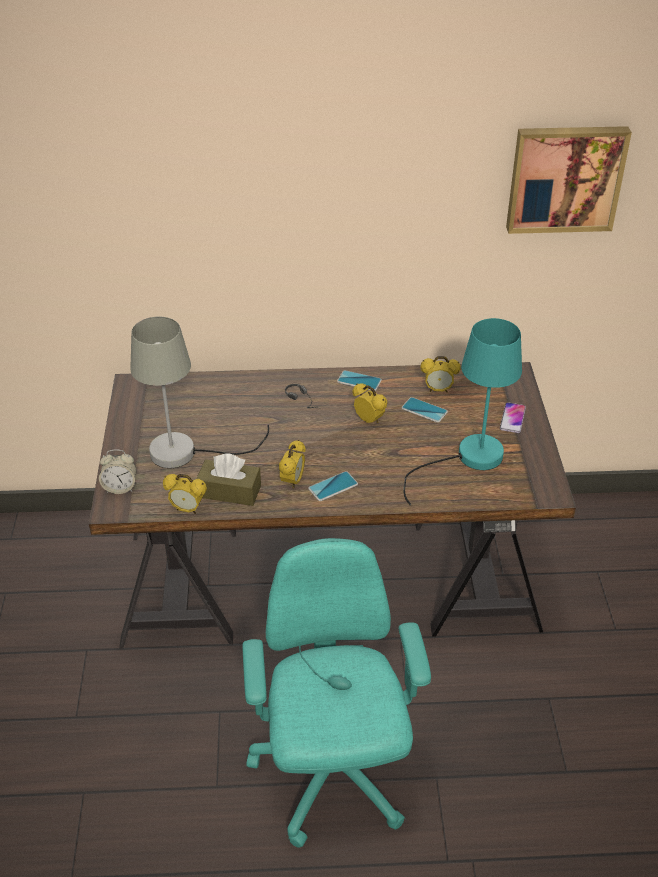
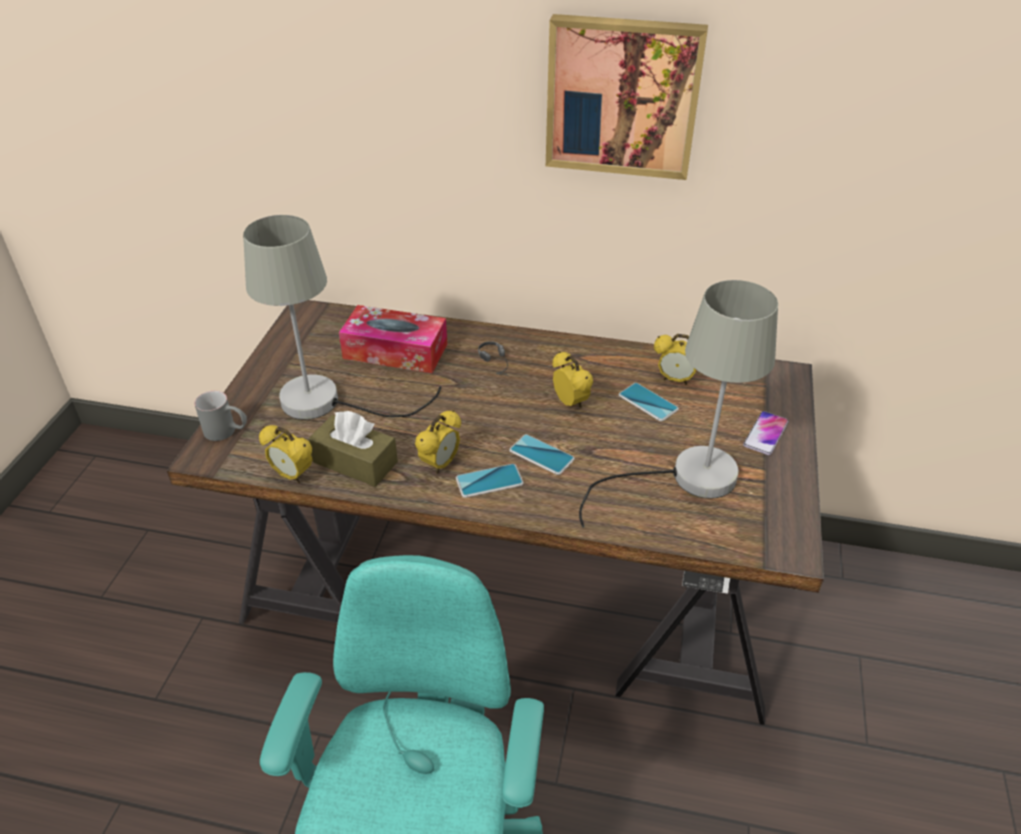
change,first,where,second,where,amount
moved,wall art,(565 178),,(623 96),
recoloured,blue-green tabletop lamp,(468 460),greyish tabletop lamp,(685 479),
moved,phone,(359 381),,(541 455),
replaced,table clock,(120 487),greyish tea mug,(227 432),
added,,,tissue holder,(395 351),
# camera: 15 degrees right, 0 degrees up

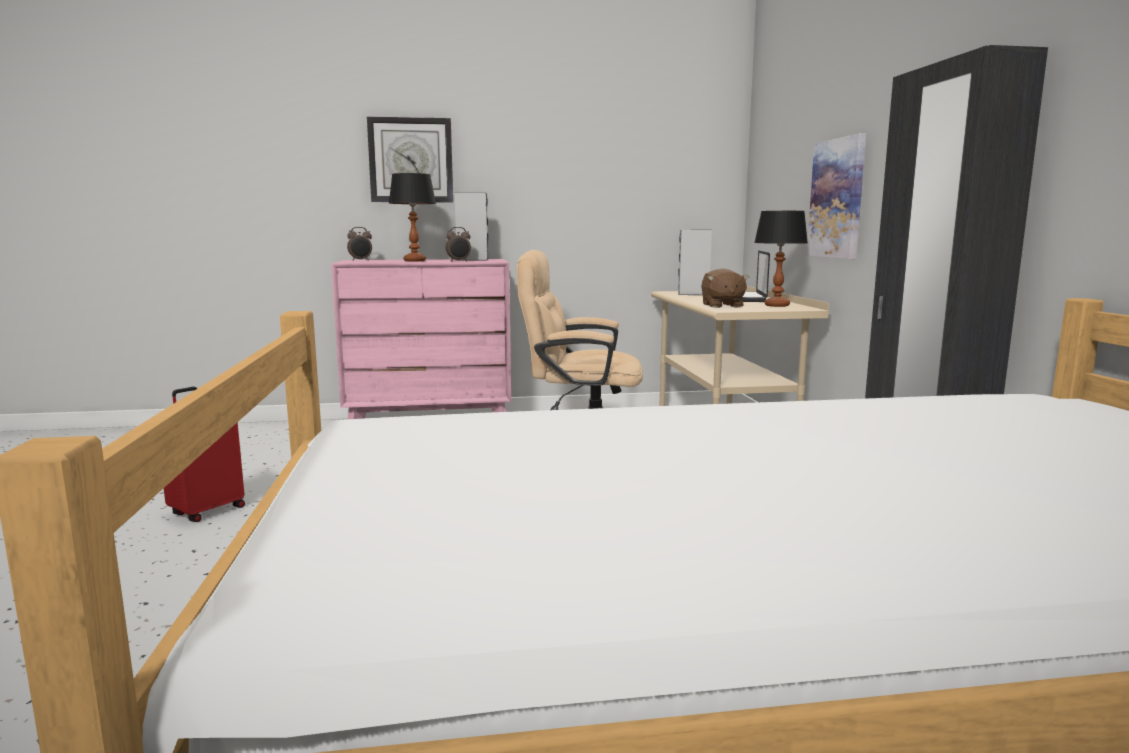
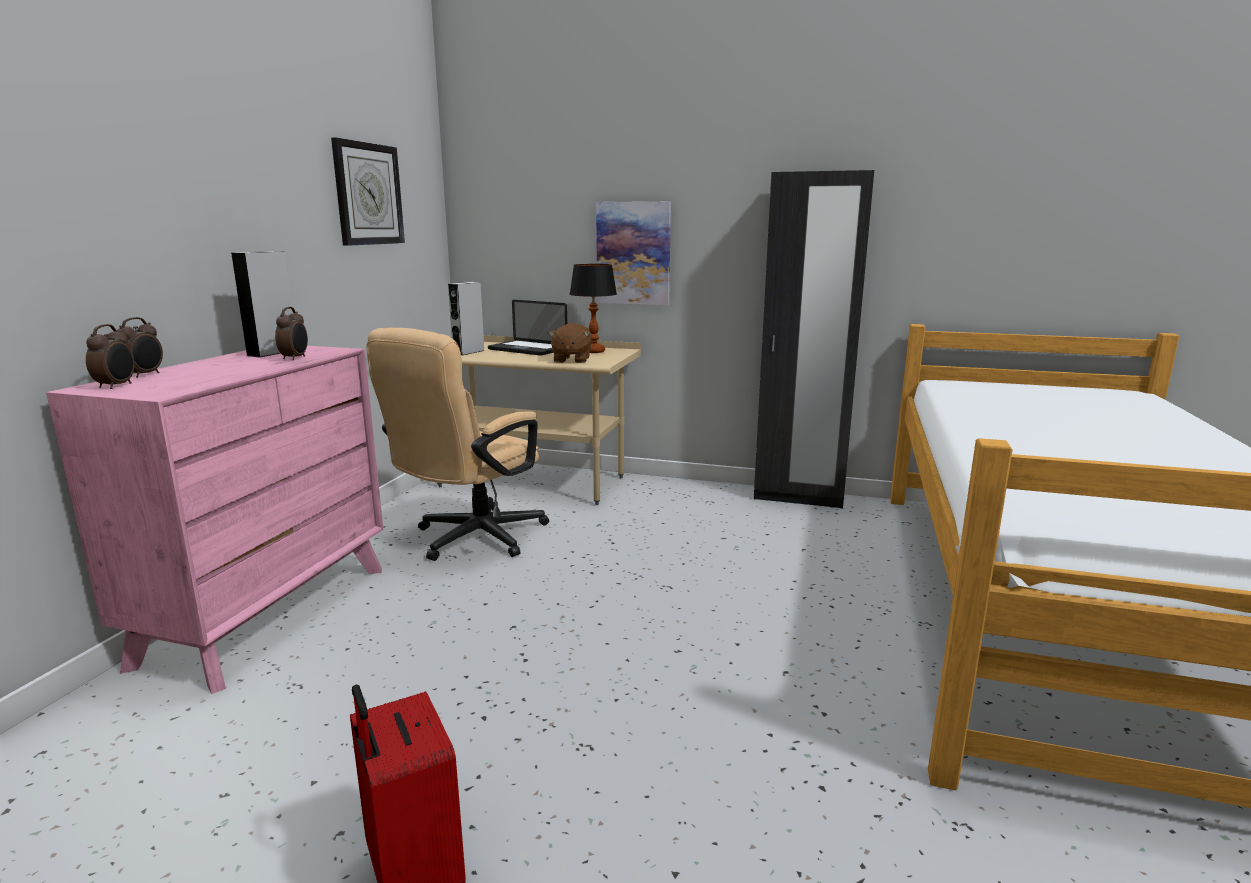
change,first,where,second,where,amount
moved,hanging clock,(411 160),,(368 194),
removed,tabletop lamp,(415 261),,,
turned,brownish cuddly toy,(722 306),,(571 360),75 degrees clockwise
added,,,table clock,(145 375),
# camera: 65 degrees left, 5 degrees up

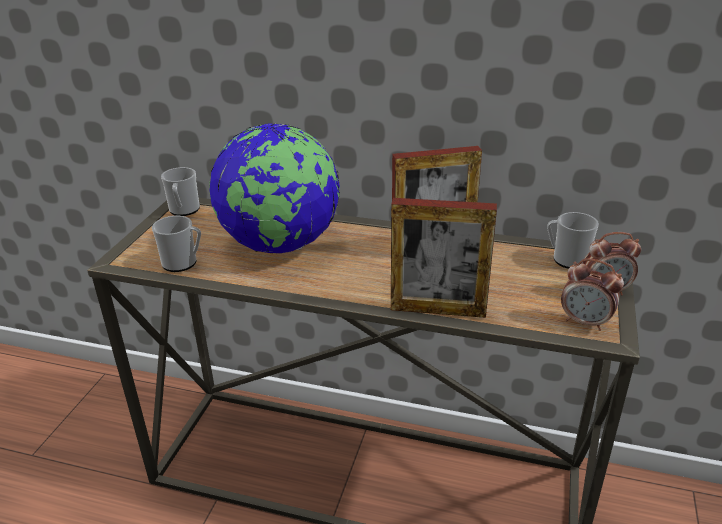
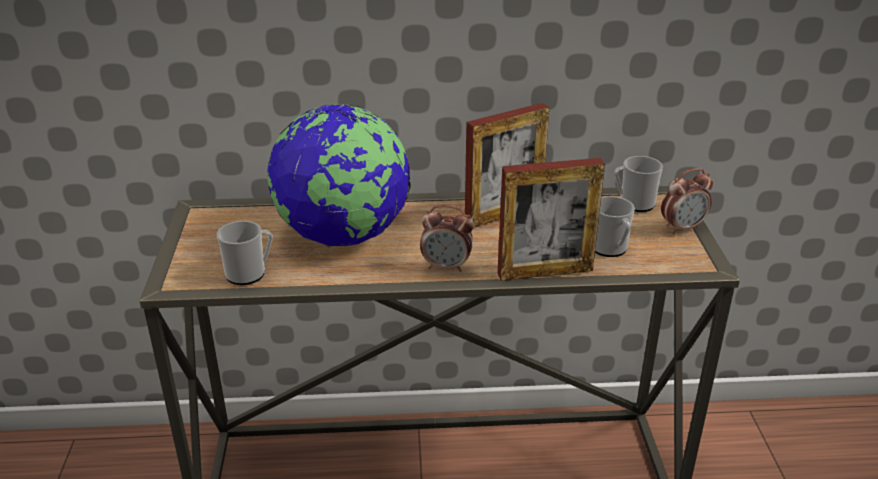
change,first,where,second,where,amount
moved,tea mug,(183 211),,(610 249),
moved,table clock,(585 322),,(446 266),
# camera: 20 degrees left, 0 degrees up

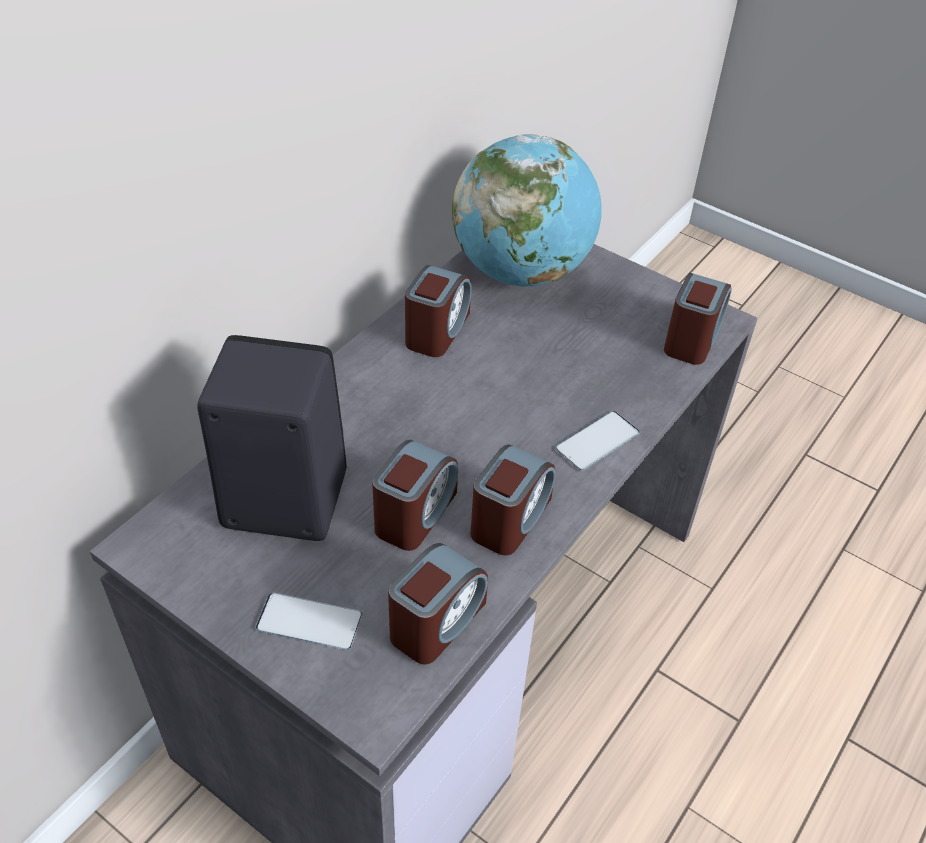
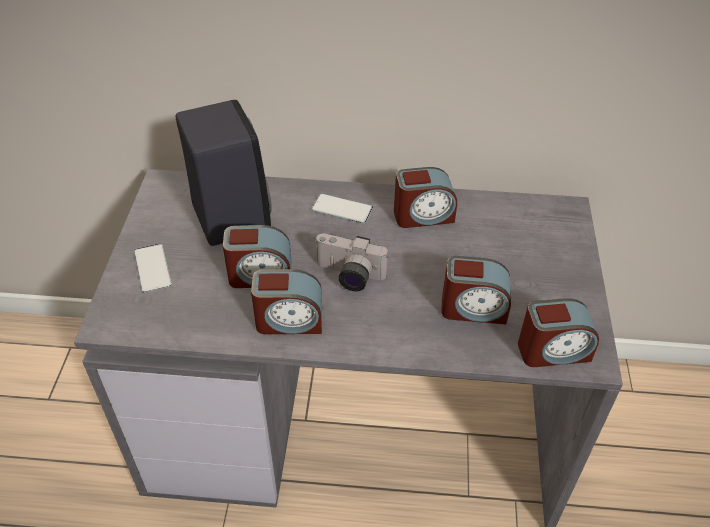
change,first,where,second,where,amount
removed,globe,(522 271),,,
moved,phone,(597 441),,(342 209),
moved,table clock,(436 621),,(473 308),
added,,,still camera,(348 276),
# camera: 60 degrees right, 0 degrees up

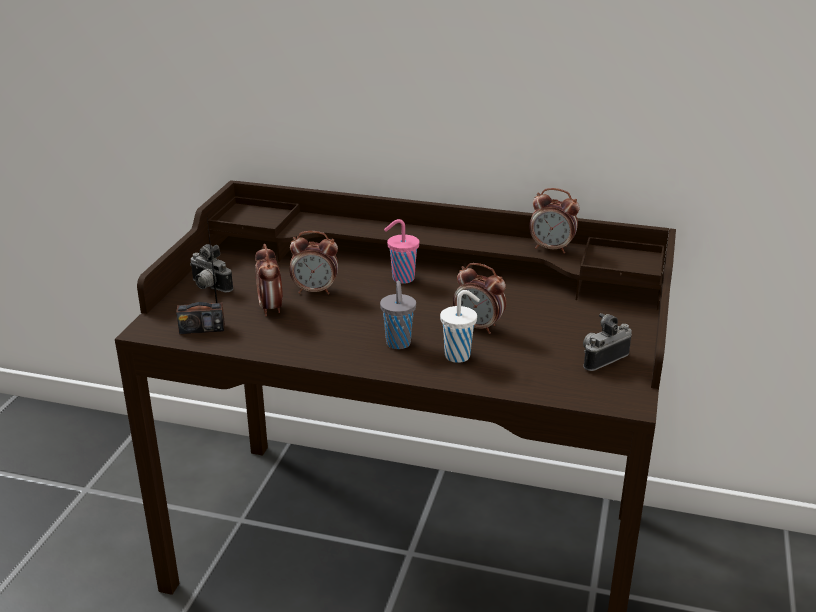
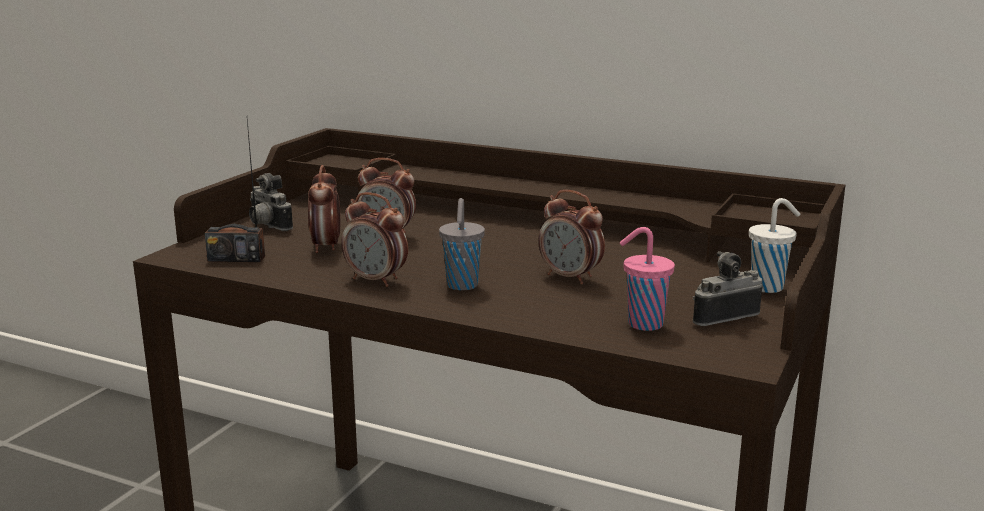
change,first,where,second,where,amount
moved,table clock,(551 248),,(376 280),
moved,pinkish cup,(401 278),,(643 324),
moved,whitish cup,(459 356),,(769 287),
# camera: 10 degrees right, 10 degrees down

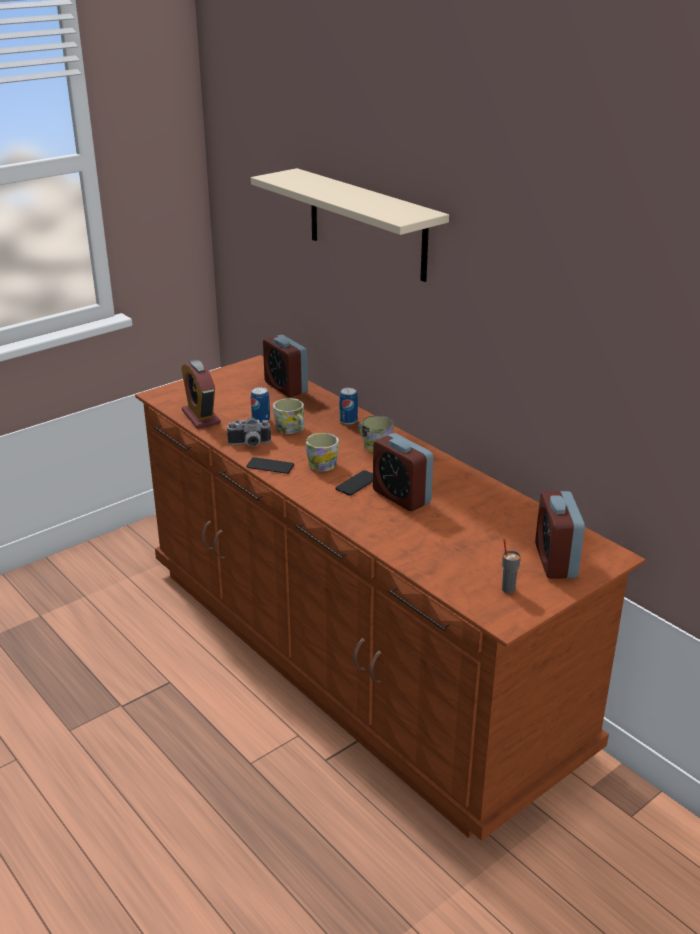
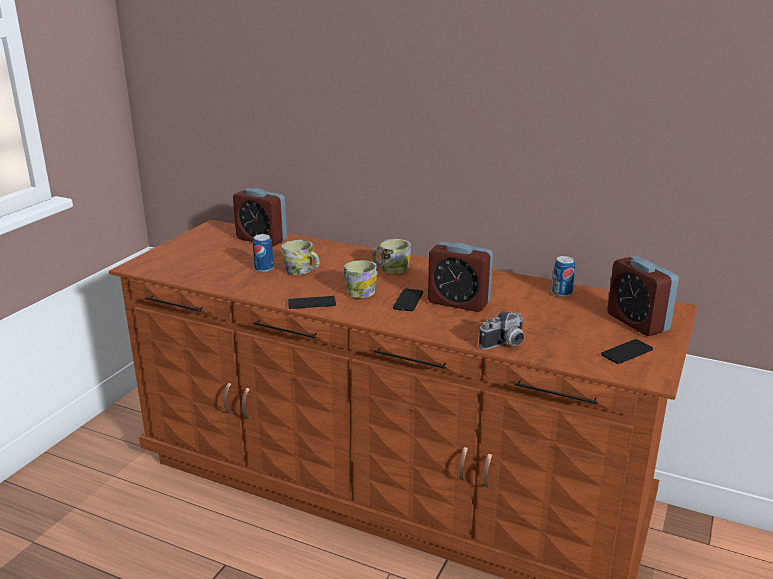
change,first,where,second,where,amount
removed,beige wall shelf,(367 224),,,
removed,table clock,(201 417),,,
moved,sealed can,(348 421),,(561 293),
moved,still camera,(249 444),,(505 345),
replaced,greyish cup,(508 589),phone,(627 352),
# camera: 25 degrees left, 5 degrees down

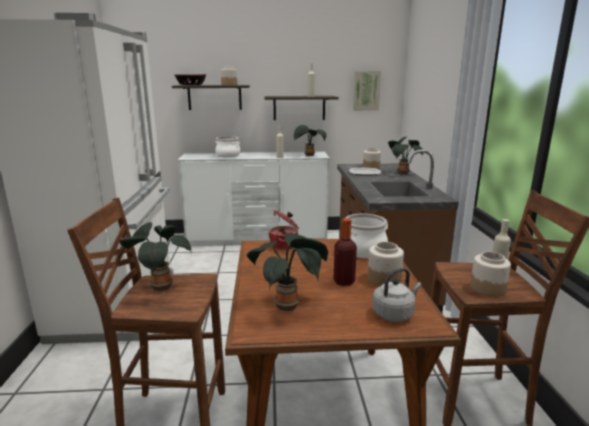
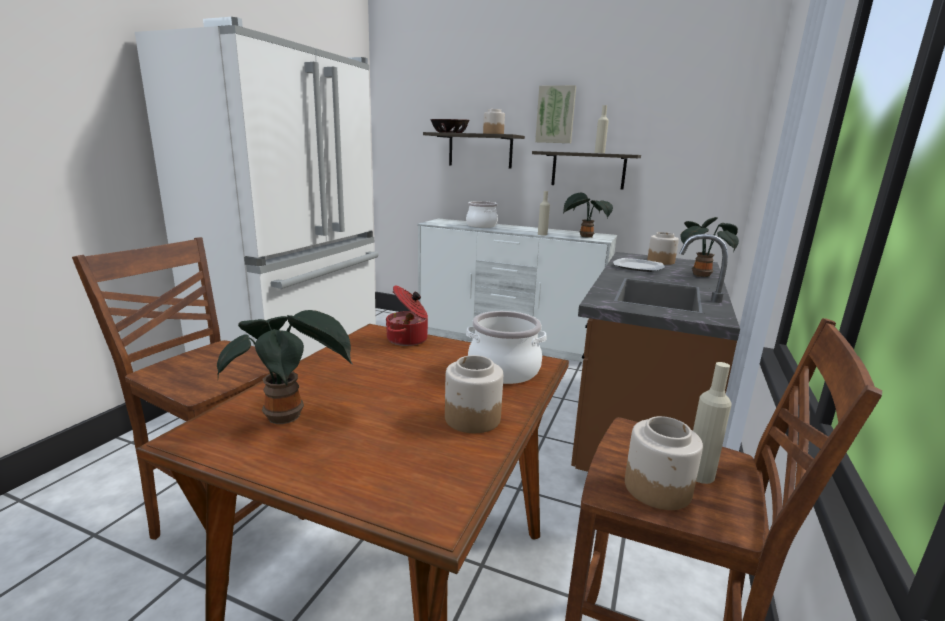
change,first,where,second,where,amount
moved,wall art,(366 91),,(555 114),
removed,beverage bottle,(344 282),,,
removed,potted plant,(159 287),,,
removed,greyish kettle,(394 314),,,
# camera: 25 degrees right, 0 degrees up

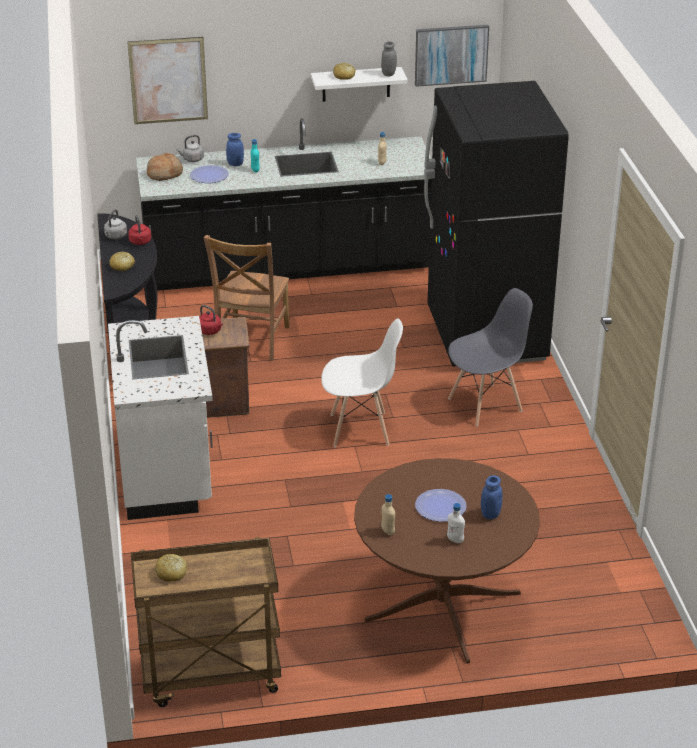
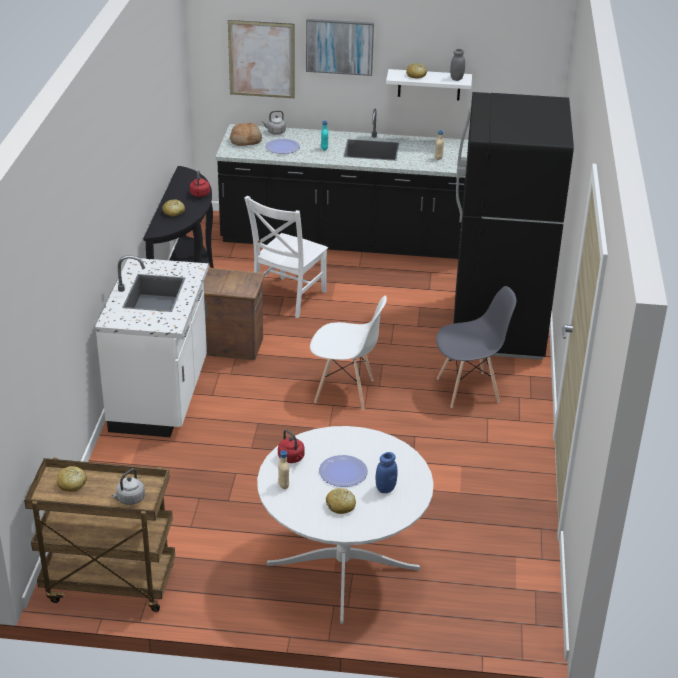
change,first,where,second,where,amount
moved,wall art,(451 54),,(339 46),
removed,blue-coloured storage jar,(235 164),,,
moved,greyish kettle,(115 236),,(129 499),
recoloured,brownish plain chair,(251 341),whitish plain chair,(287 298),
moved,reddish kettle,(210 331),,(292 458),
recoloured,brownish dining table,(442 607),whitish dining table,(342 566),
replaced,whitish beverage bottle,(455 540),bakery bread,(340 506),
# camera: 15 degrees right, 0 degrees up

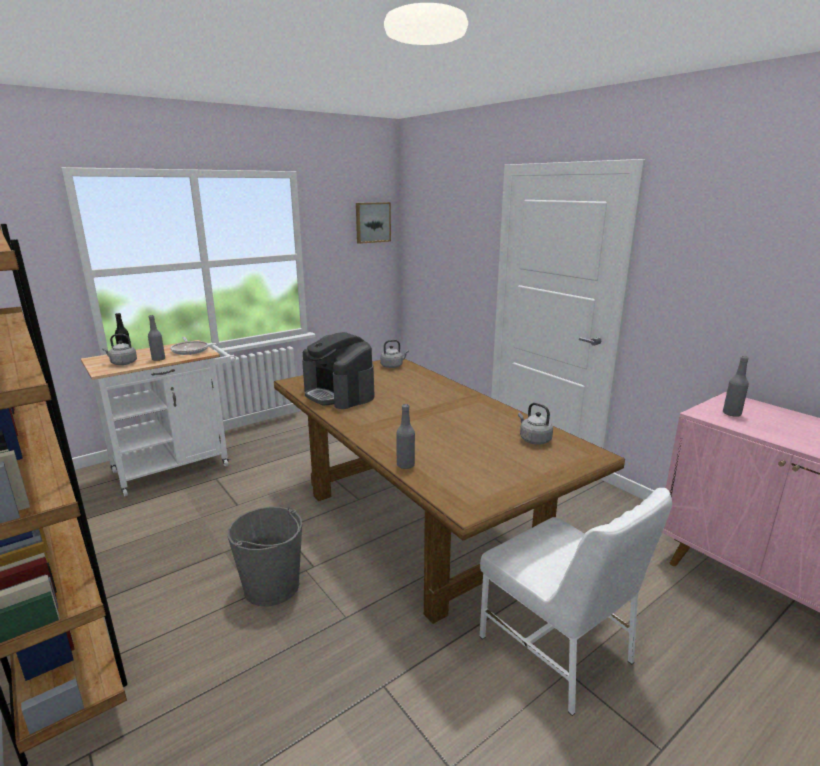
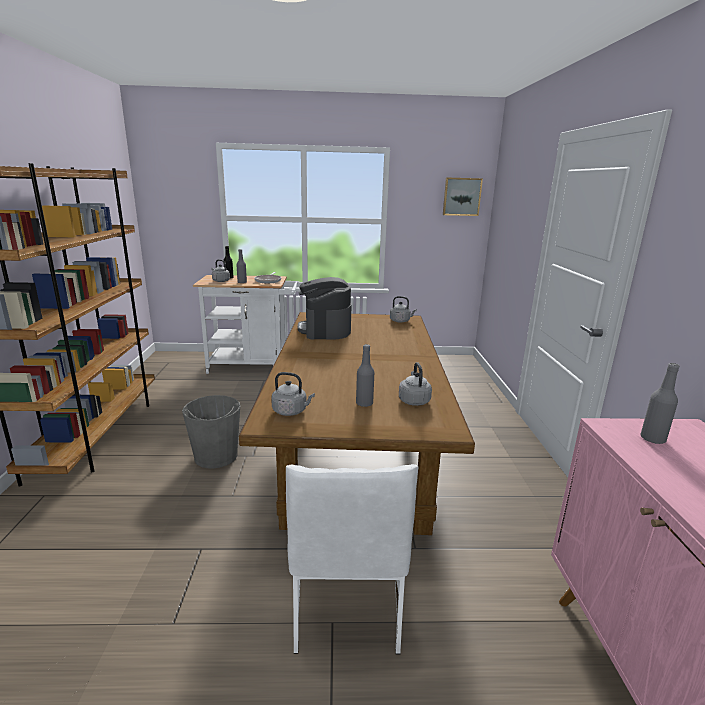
change,first,where,second,where,amount
moved,greyish beverage bottle,(405 465),,(364 403),
added,,,greyish kettle,(291 411),
# camera: 35 degrees right, 0 degrees up

